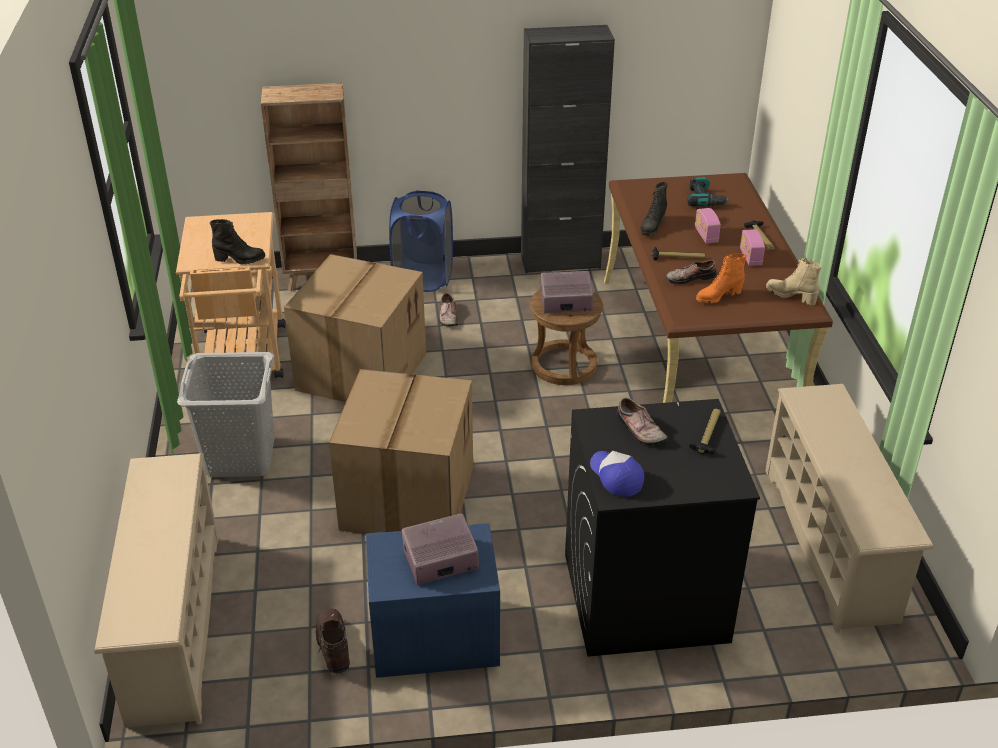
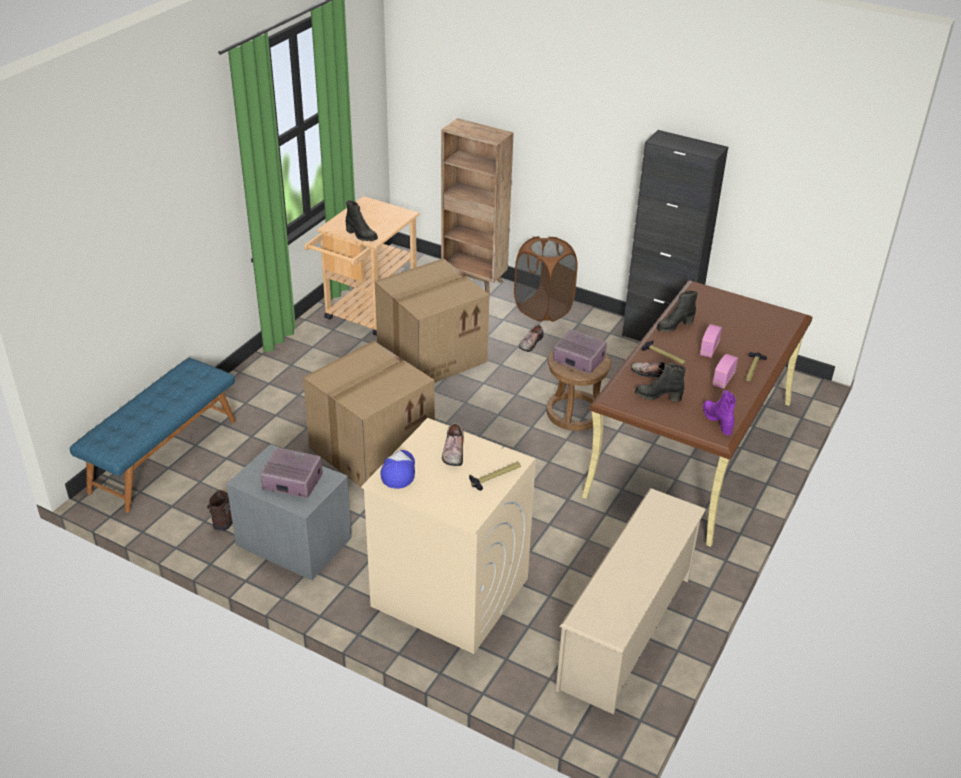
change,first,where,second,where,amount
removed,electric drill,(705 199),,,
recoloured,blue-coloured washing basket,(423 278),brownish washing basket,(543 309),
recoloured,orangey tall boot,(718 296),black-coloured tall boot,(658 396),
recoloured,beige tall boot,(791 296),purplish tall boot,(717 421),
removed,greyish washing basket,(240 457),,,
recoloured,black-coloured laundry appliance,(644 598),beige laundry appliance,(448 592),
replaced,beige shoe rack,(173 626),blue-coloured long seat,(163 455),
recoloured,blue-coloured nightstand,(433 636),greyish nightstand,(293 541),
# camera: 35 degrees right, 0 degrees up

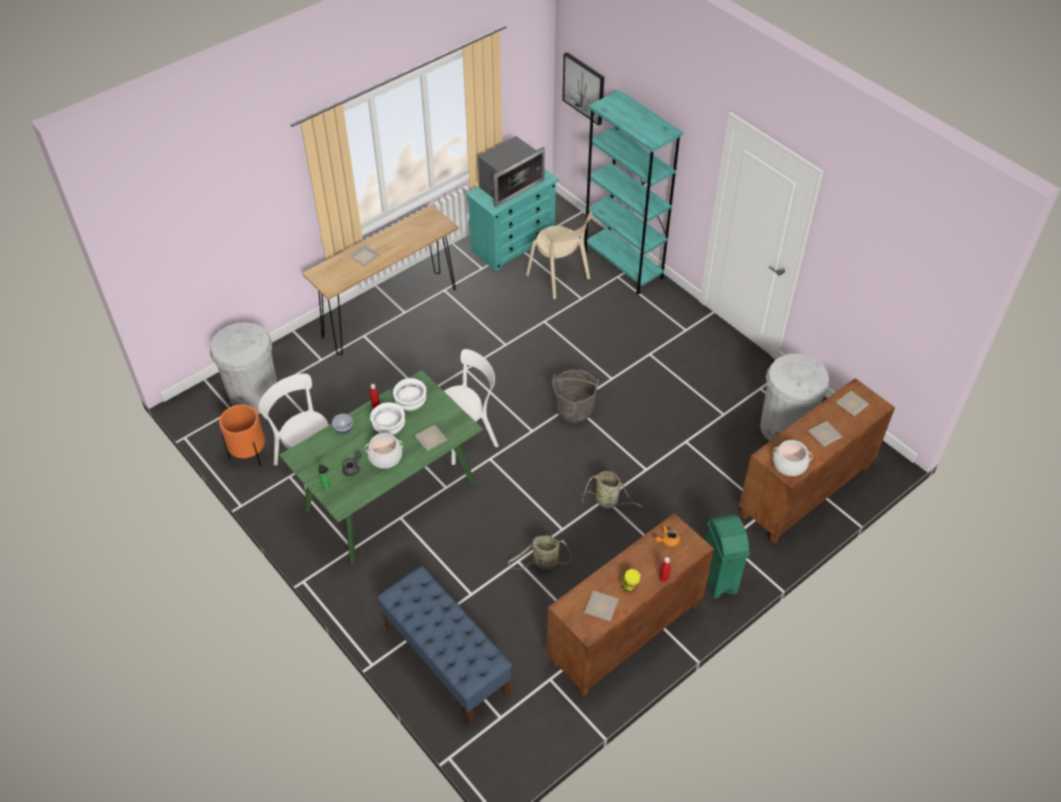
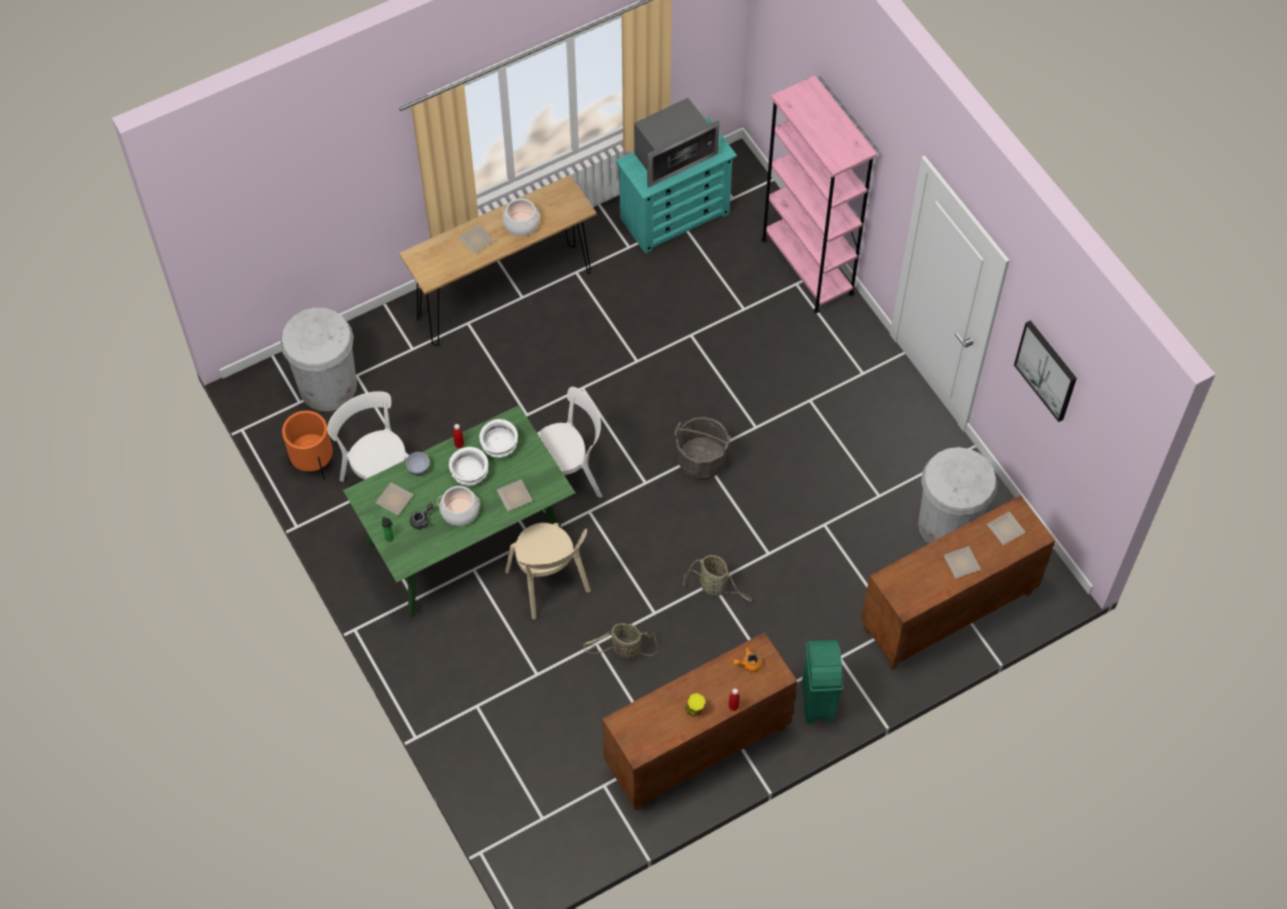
change,first,where,second,where,amount
moved,wall art,(584 88),,(1046 370),
recoloured,blue-green bookcase,(623 264),pinkish bookcase,(807 266),
moved,beige plain chair,(560 278),,(549 584),
moved,cooking pot,(789 464),,(521 223),
removed,blue-coloured long seat,(446 660),,,
moved,plate,(602 606),,(396 499),
# camera: 10 degrees right, 10 degrees up

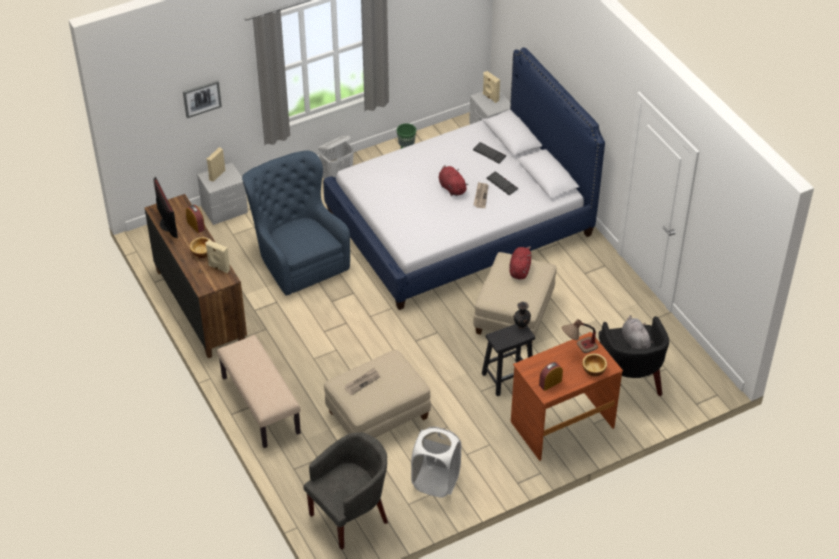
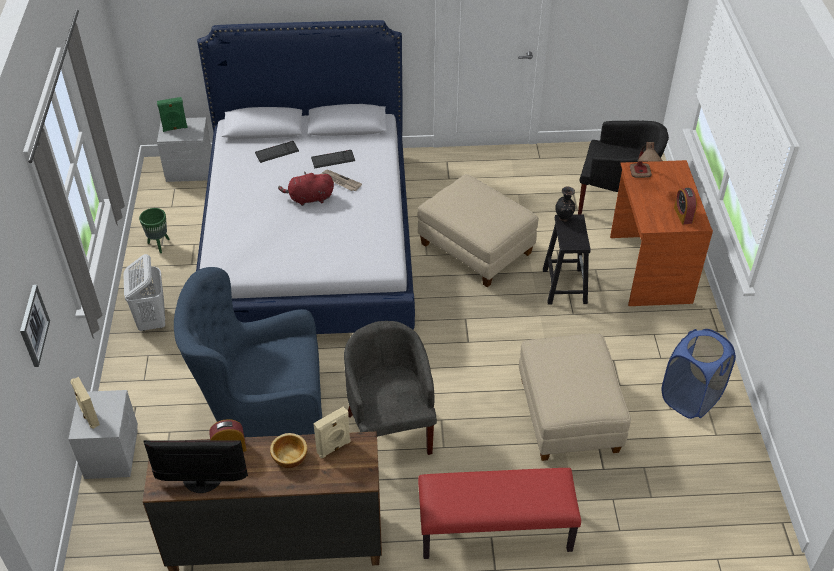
change,first,where,second,where,amount
recoloured,beige audio speaker,(490 97),greenish audio speaker,(175 128),
removed,reddish cuddly toy,(520 269),,,
removed,greyish cuddly toy,(634 341),,,
recoloured,beige long seat,(260 405),reddish long seat,(494 532),
removed,deep dish,(593 369),,,
removed,newspaper,(362 382),,,
recoloured,whitish washing basket,(435 481),blue-coloured washing basket,(690 398),
moved,greyish easy chair,(350 515),,(390 429),
# camera: 65 degrees left, 0 degrees up

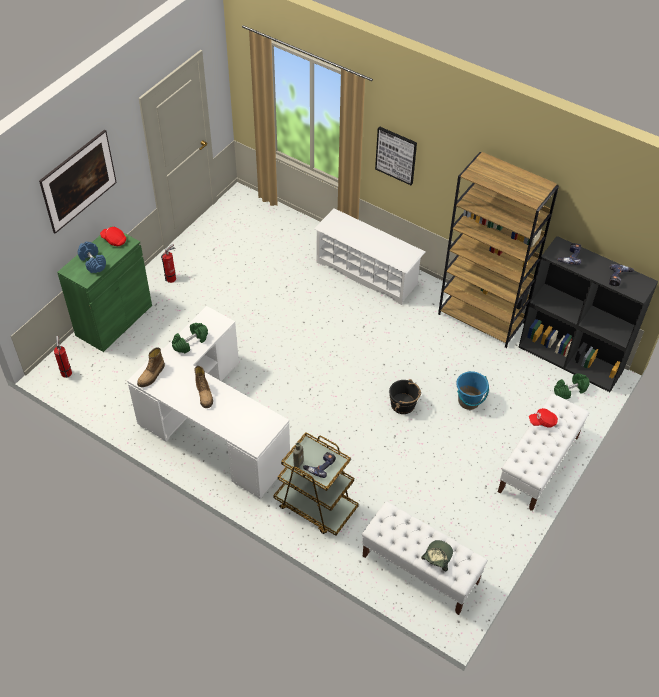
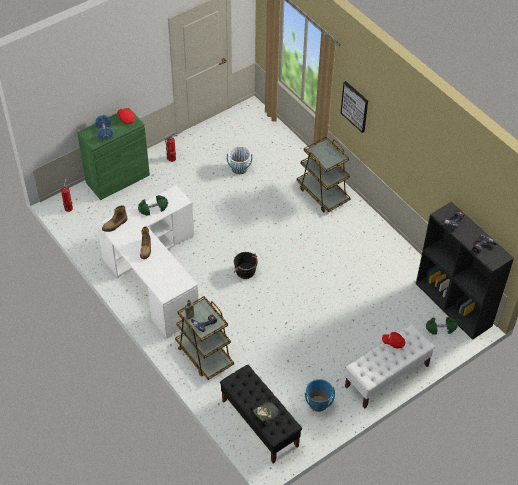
change,first,where,second,where,amount
removed,wall art,(81 194),,,
removed,brownish bookcase,(482 318),,,
replaced,whitish shoe rack,(367 273),brownish cart,(323 194),
moved,blue-coloured pail,(469 401),,(318 404),
moved,black-coloured pail,(403 404),,(245 271),
recoloured,whitish long seat,(419 569),black-coloured long seat,(259 423),
added,,,whitish pail,(239 169),
# camera: 20 degrees right, 0 degrees up

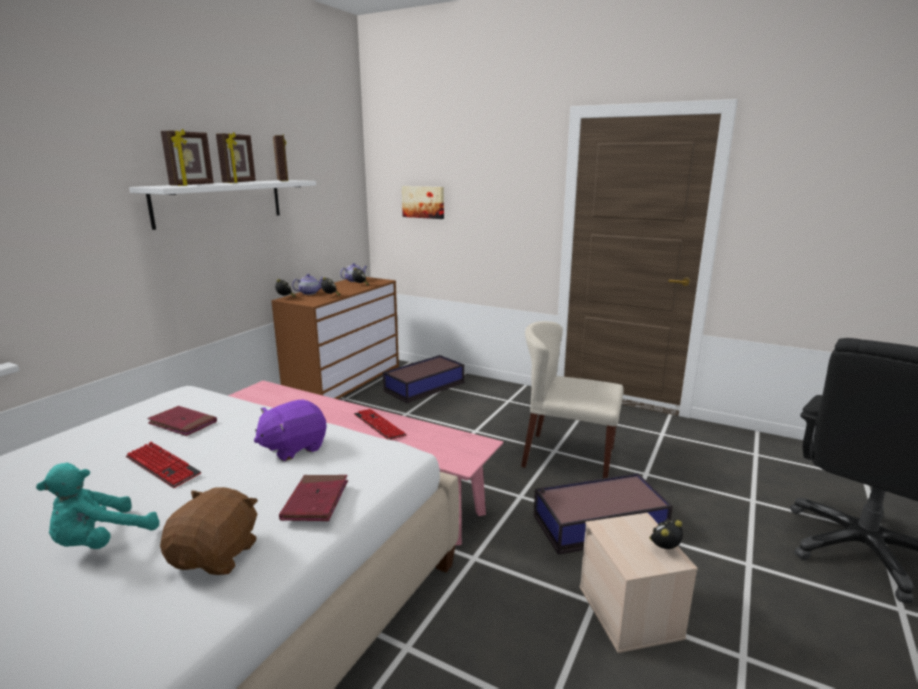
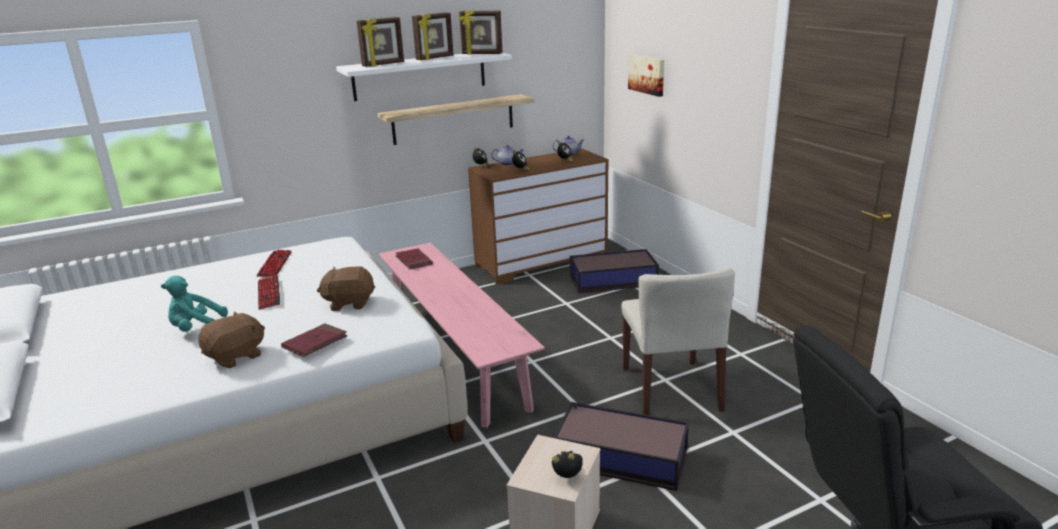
change,first,where,second,where,amount
turned,photo frame,(283 180),,(482 54),90 degrees clockwise
turned,beige plain chair,(567 456),,(671 389),150 degrees counterclockwise
recoloured,purplish cuddly toy,(293 448),brownish cuddly toy,(349 303),
moved,reddish volume,(183 423),,(414 261),
moved,PC keyboard,(379 425),,(275 265),
added,,,wall shelf,(453 119),
# camera: 35 degrees right, 5 degrees up

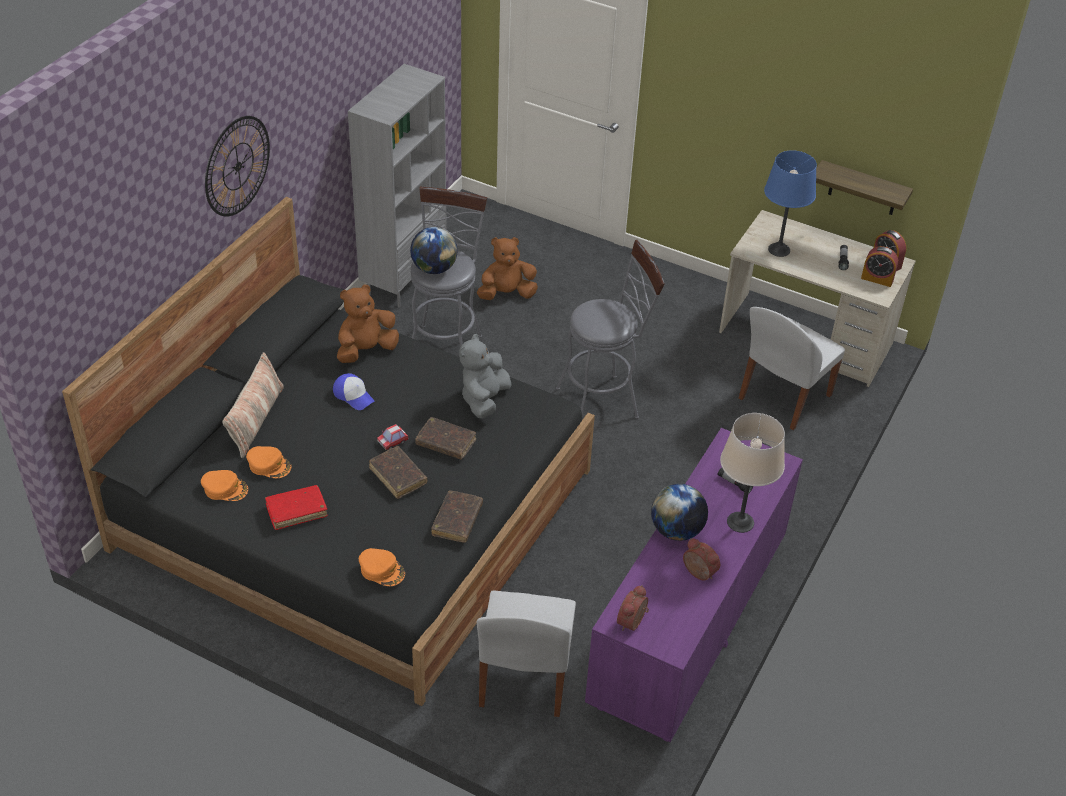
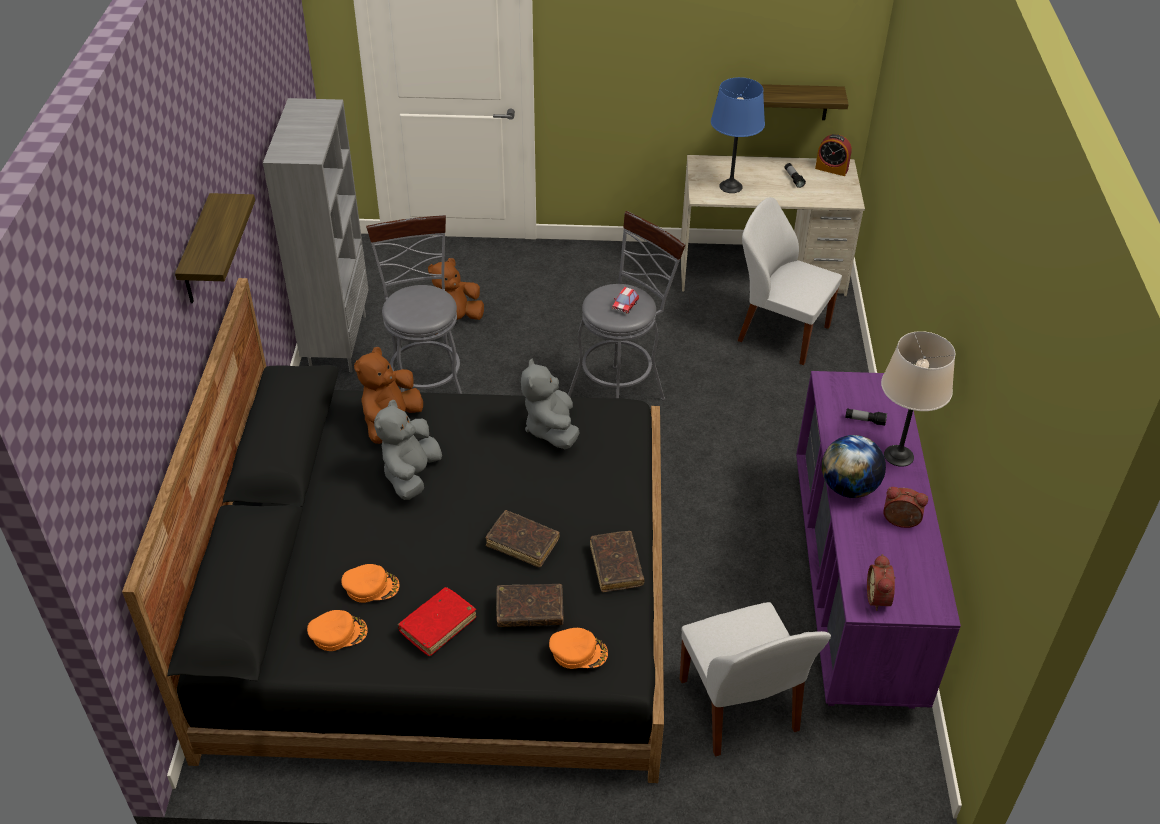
change,first,where,second,where,amount
replaced,hanging clock,(237 166),wall shelf,(197 252),
removed,globe,(434 268),,,
removed,table clock,(877 279),,,
turned,whitish plain chair,(783 398),,(781 333),105 degrees clockwise
removed,pillow,(255 419),,,
replaced,cap,(353 396),greyish cuddly toy,(411 475),
moved,brownish volume,(446 443),,(530 610),
moved,model car,(393 442),,(625 306),
# camera: 25 degrees left, 0 degrees up

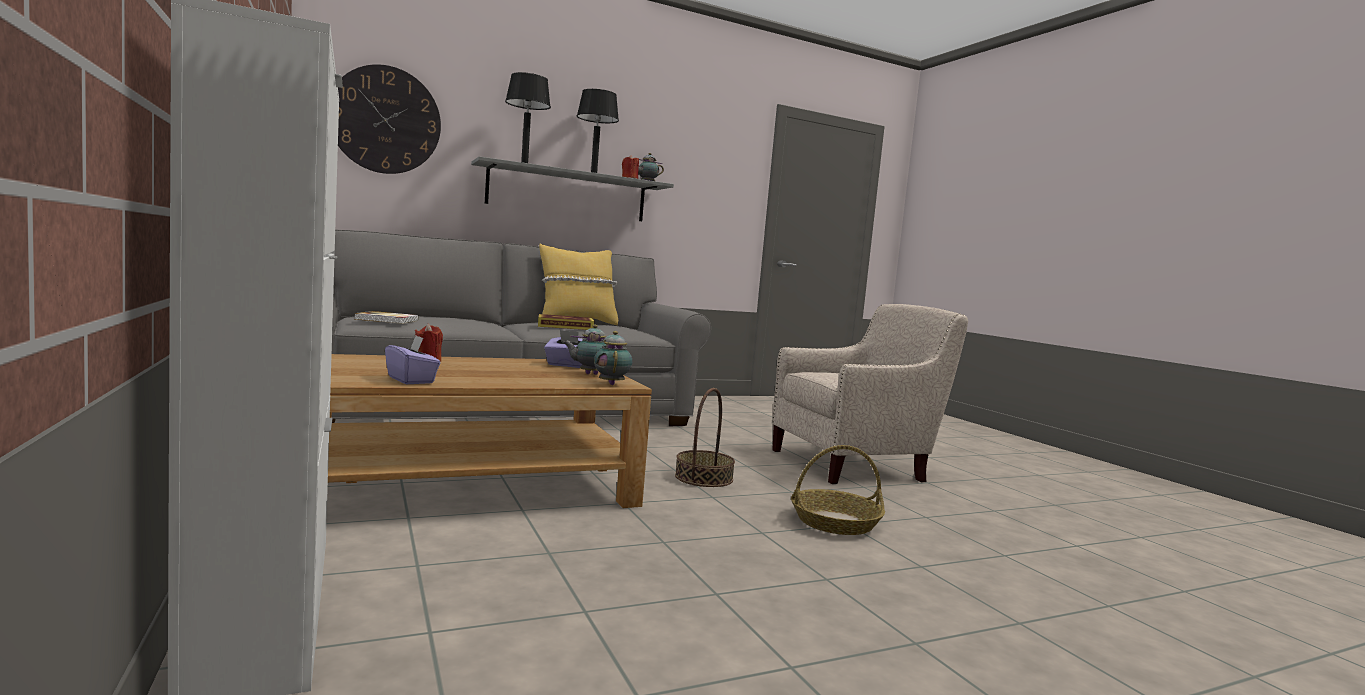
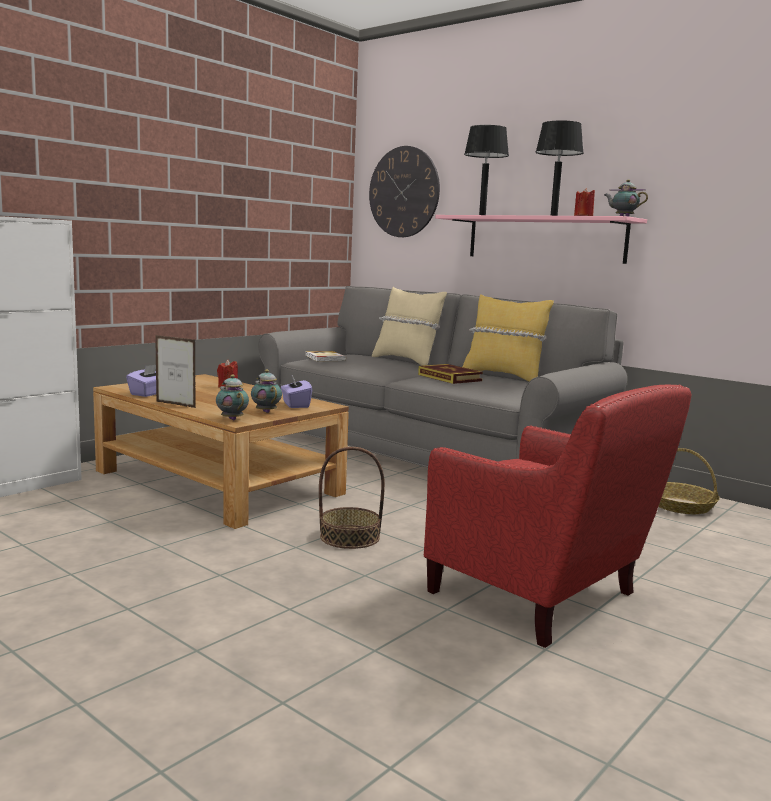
change,first,where,second,where,amount
recoloured,greyish wall shelf,(568 193),pinkish wall shelf,(544 239),
recoloured,beige easy chair,(855 465),reddish easy chair,(542 598),
turned,teapot,(611 384),,(231 419),90 degrees counterclockwise
moved,household basket,(835 522),,(681 506),
added,,,beige pillow,(406 361),
added,,,photo frame,(175 404),
# camera: 65 degrees right, 5 degrees up

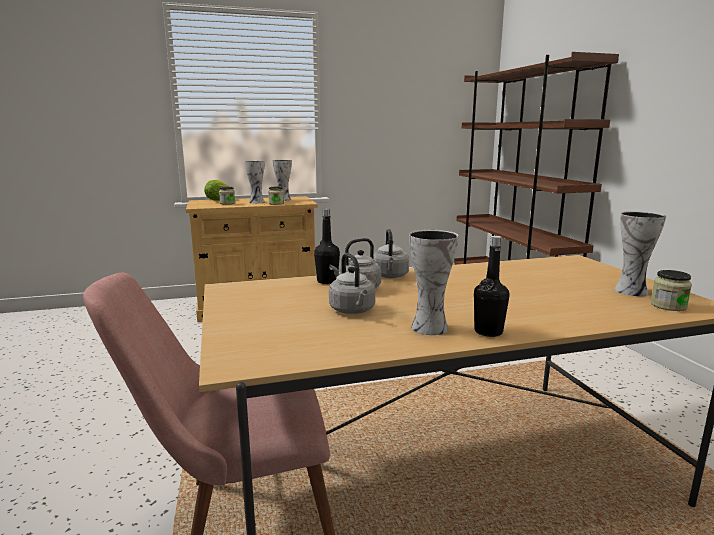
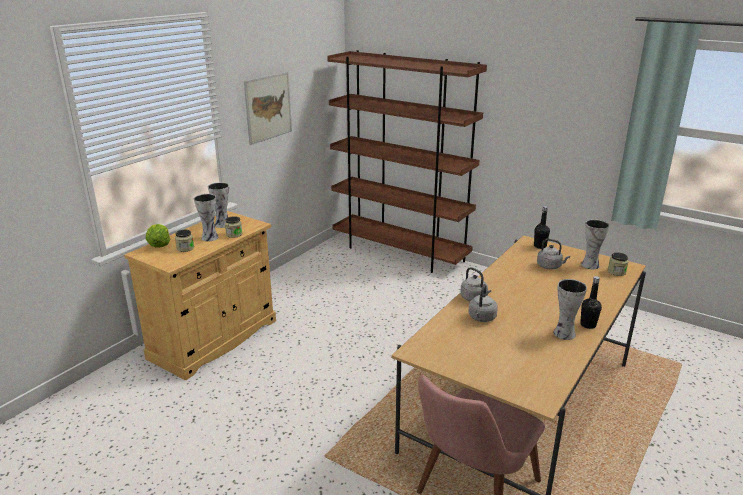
change,first,where,second,where,amount
moved,black-coloured beverage bottle,(327 281),,(540 246),
moved,greyish kettle,(353 311),,(550 266),
added,,,wall art,(268 107),
# camera: 40 degrees left, 10 degrees up

